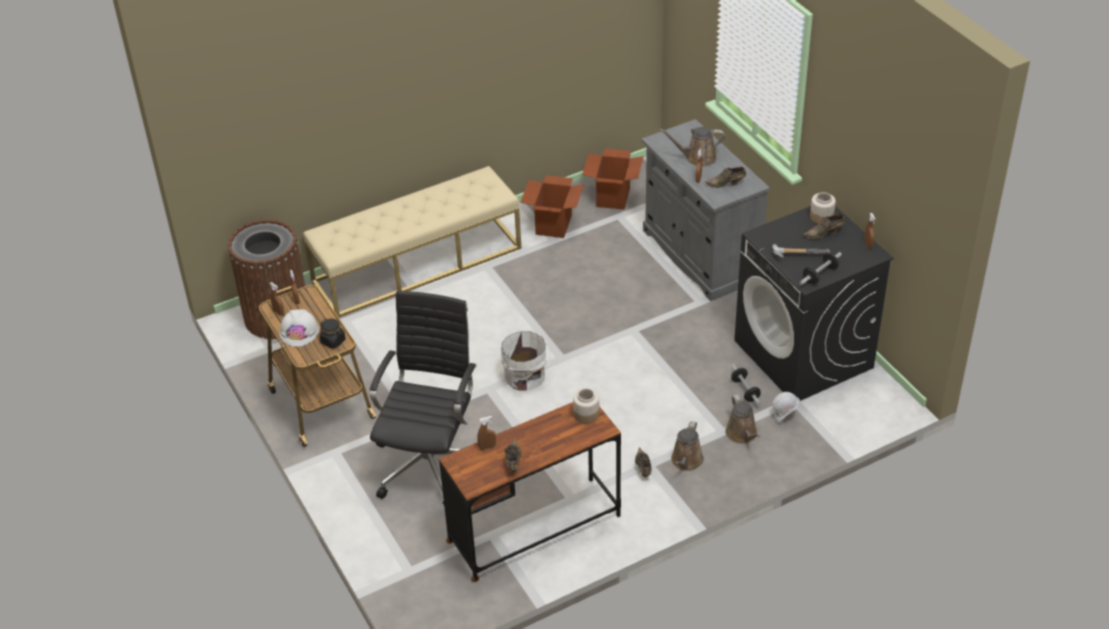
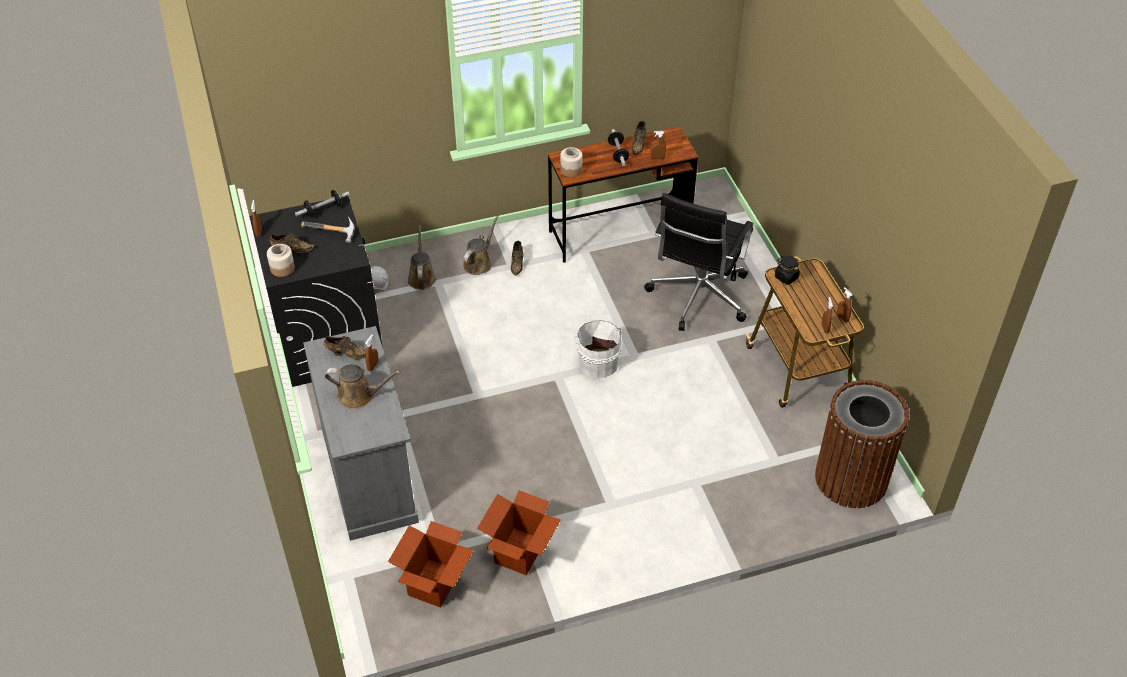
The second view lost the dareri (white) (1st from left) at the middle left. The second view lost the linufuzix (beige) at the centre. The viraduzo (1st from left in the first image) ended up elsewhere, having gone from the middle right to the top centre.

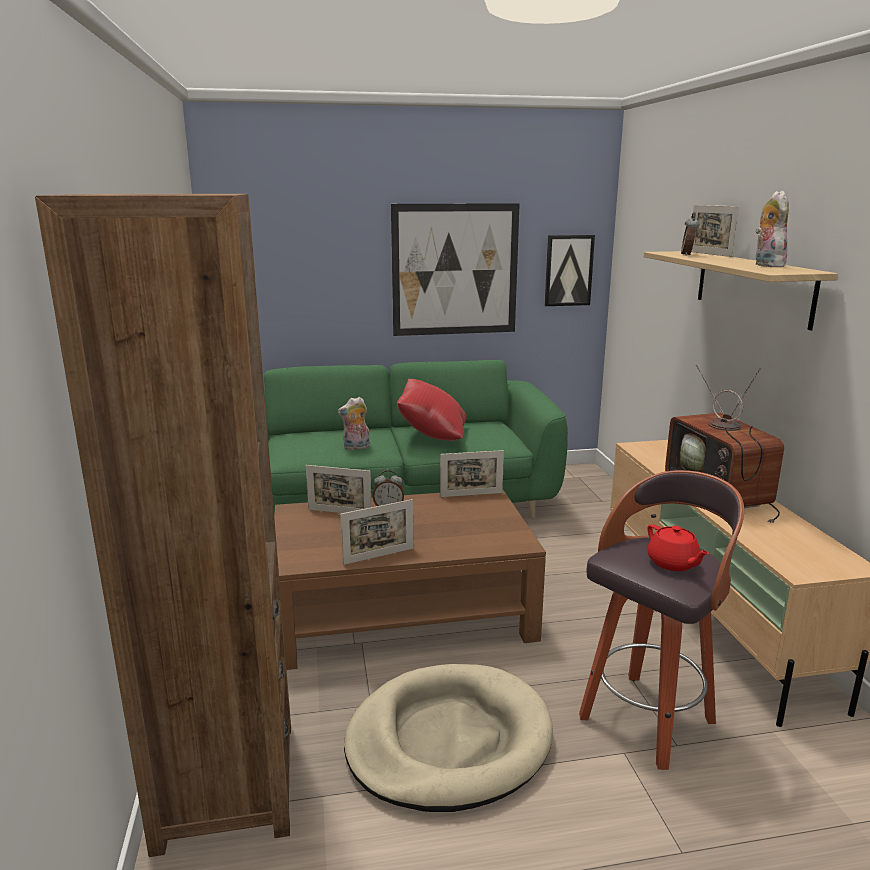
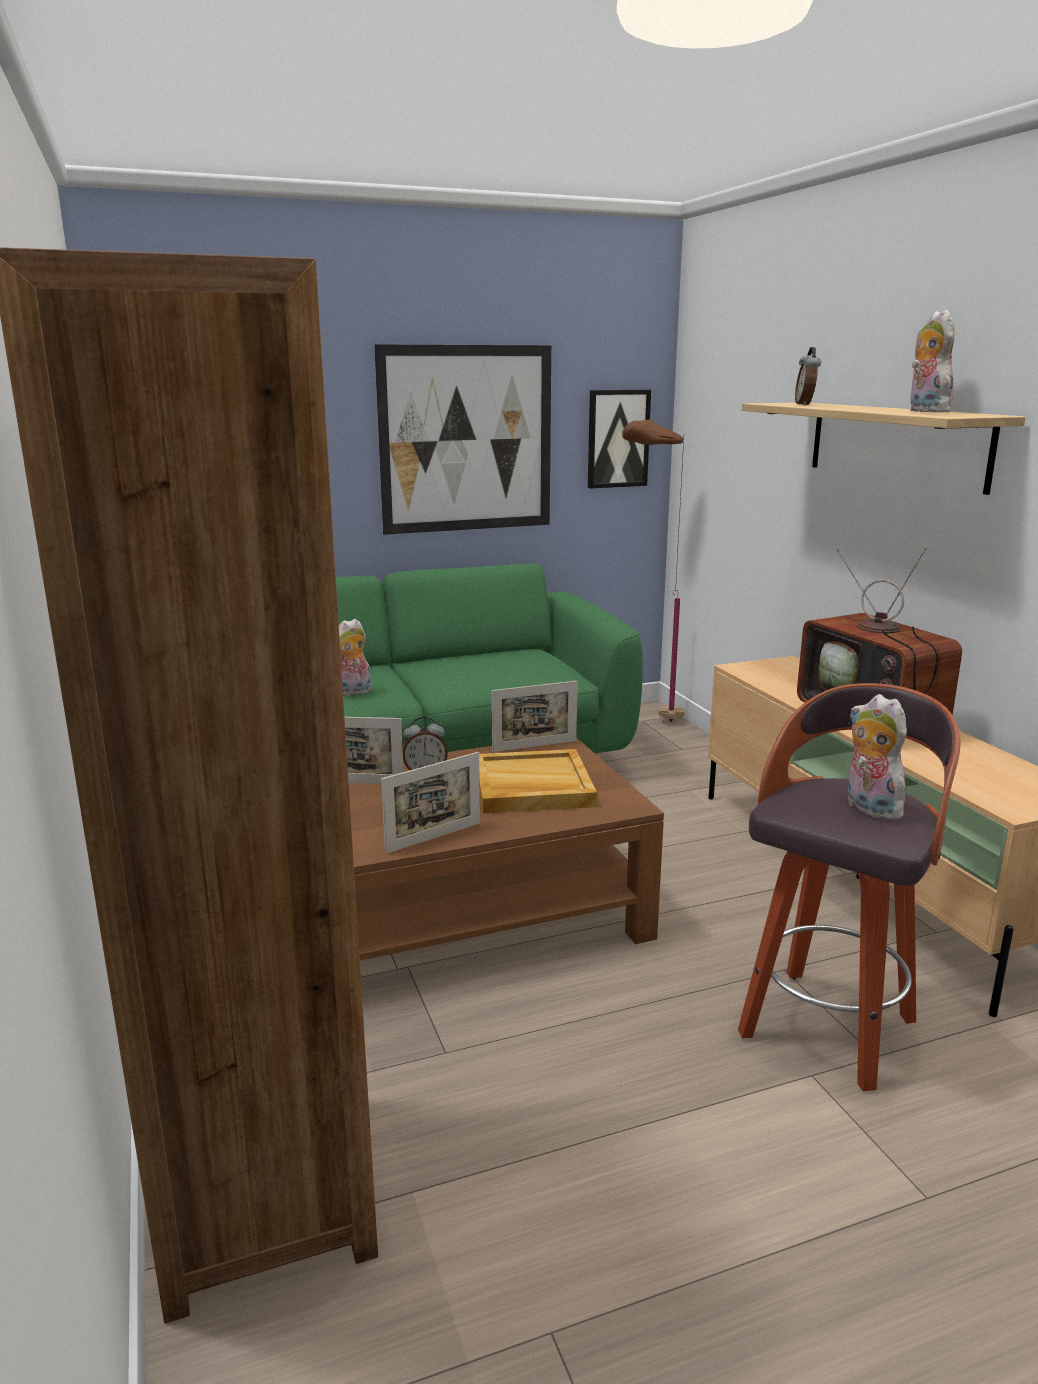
The second view lost the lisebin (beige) at the bottom centre. The second view lost the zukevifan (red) at the centre. Where the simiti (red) stood at the middle right, the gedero (2nd from left) came to stand at the middle right. The second view lost the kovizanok (4th from left) at the top right. The second view gained the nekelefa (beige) at the centre. The second view gained the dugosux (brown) at the centre.

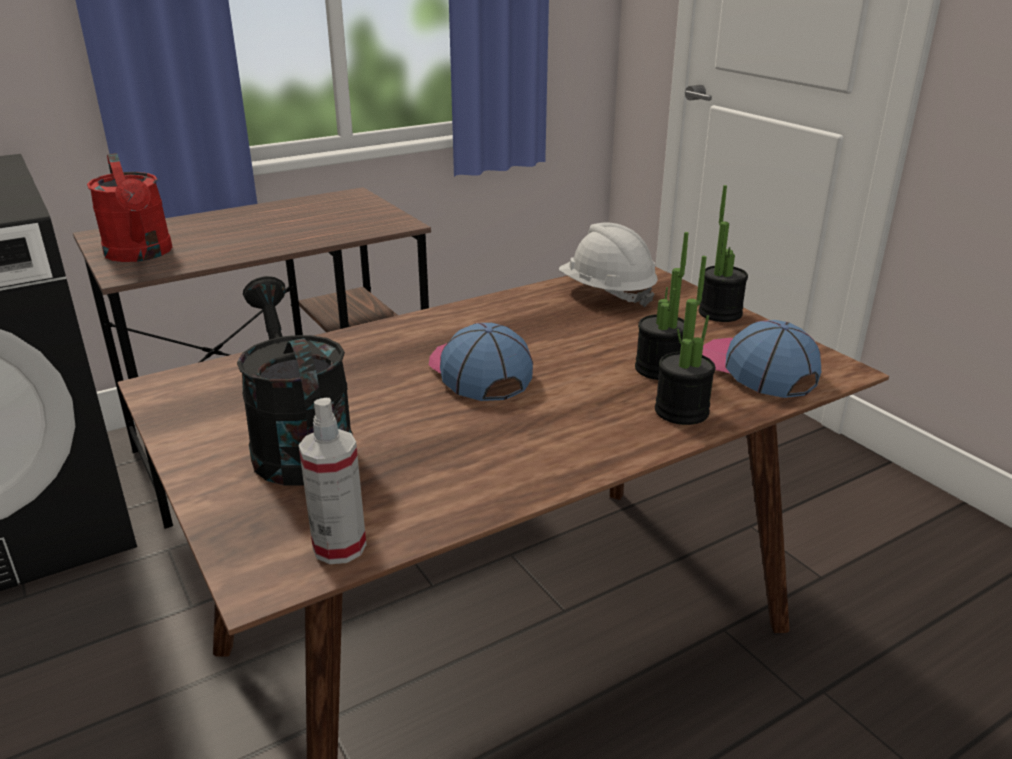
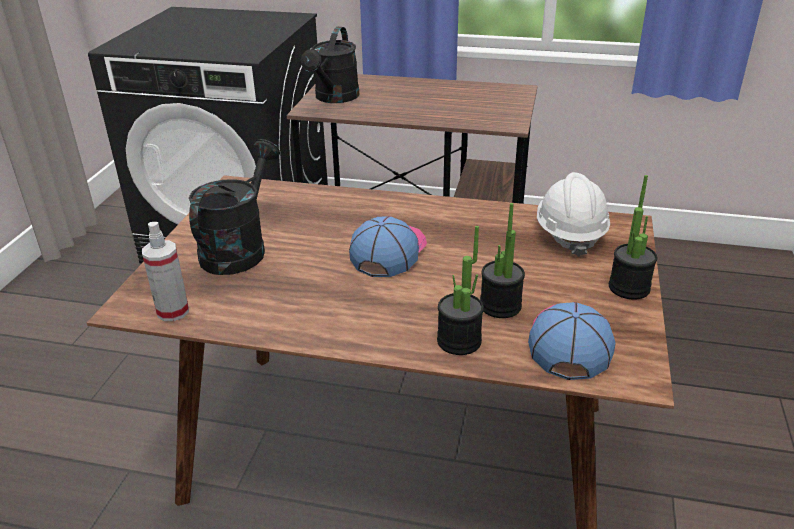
What was the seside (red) at the top left turned into the seside (black) (2nd from left) at the top centre.

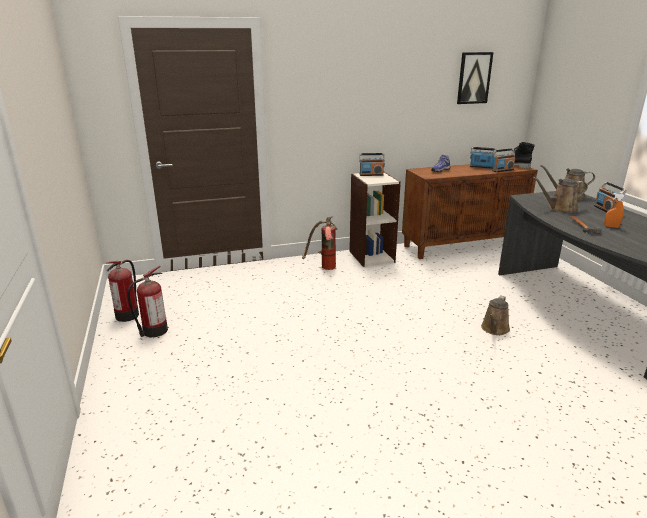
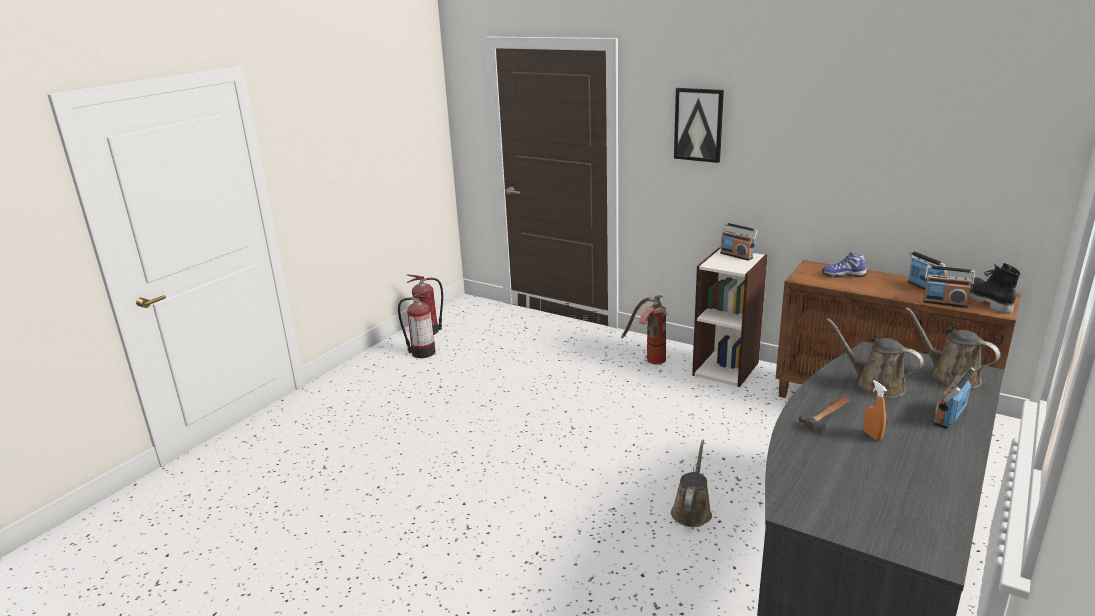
The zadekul ended up elsewhere, having gone from the top right to the top centre. The seside (brown) (1st from left) at the middle right ended up facing another way, 120 degrees clockwise from before.

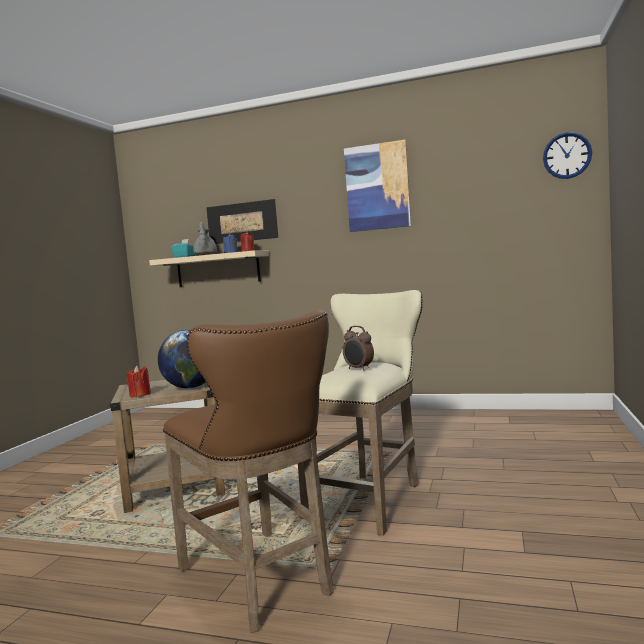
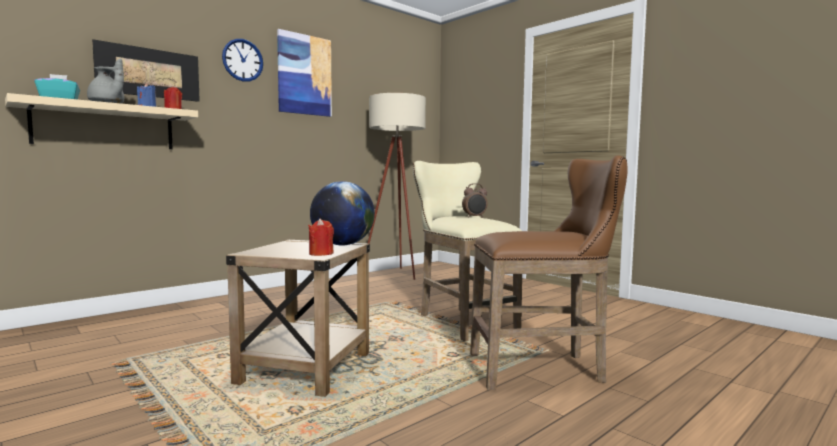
The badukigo ended up elsewhere, having gone from the top right to the top left. The second view gained the dugosux (beige) at the centre.

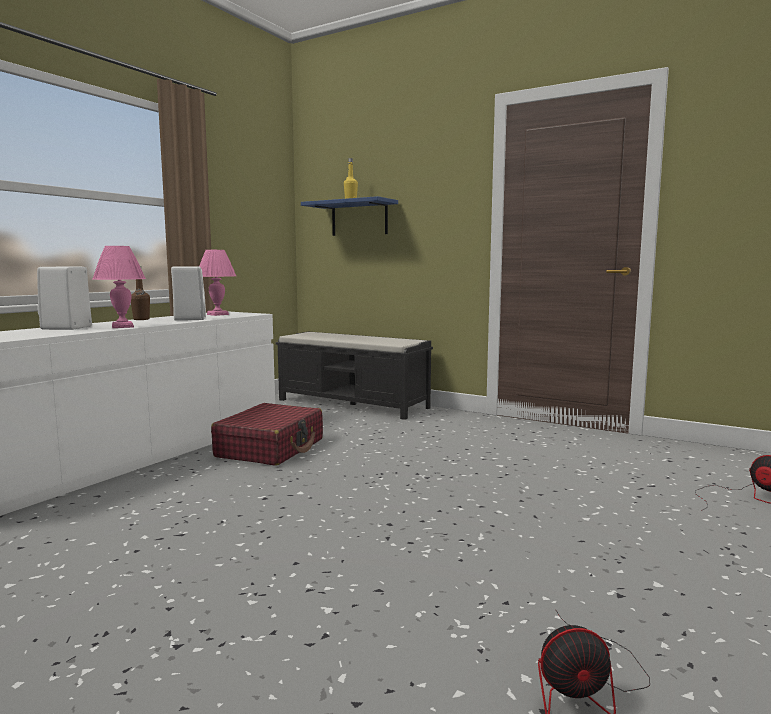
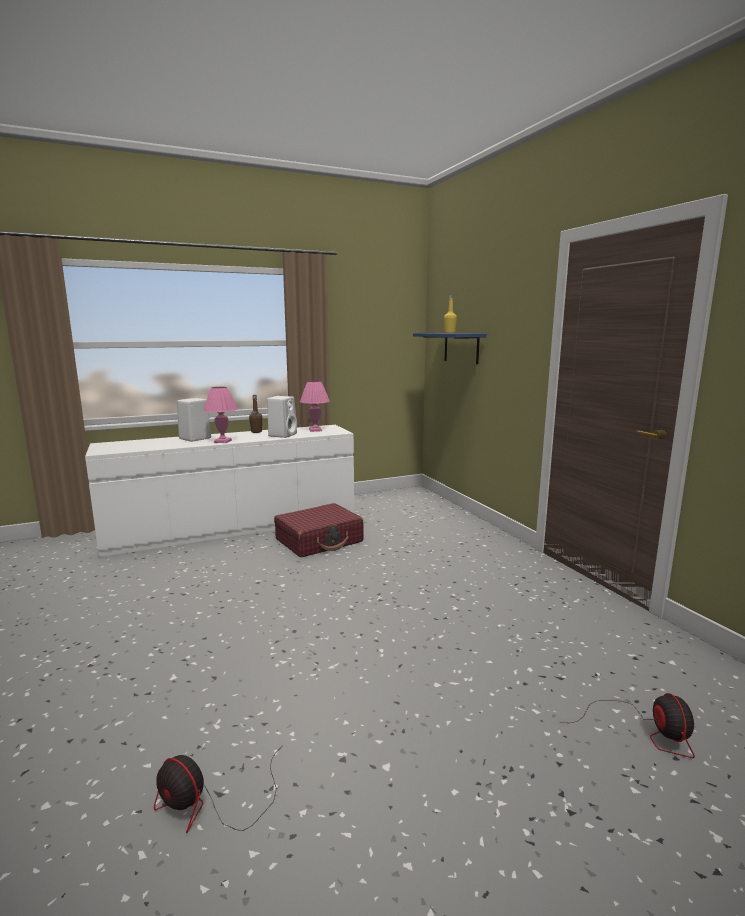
The second view lost the linufuzix (black) at the centre.

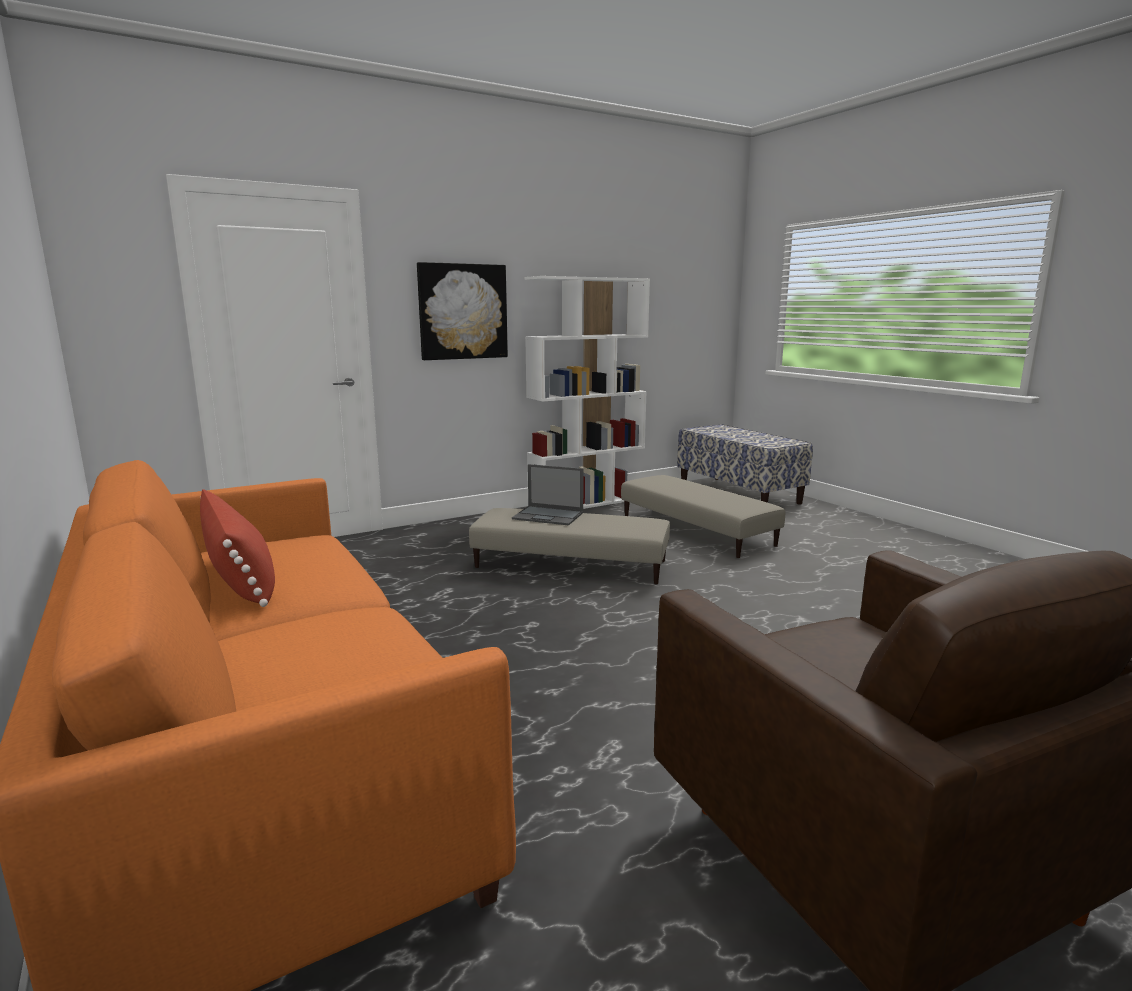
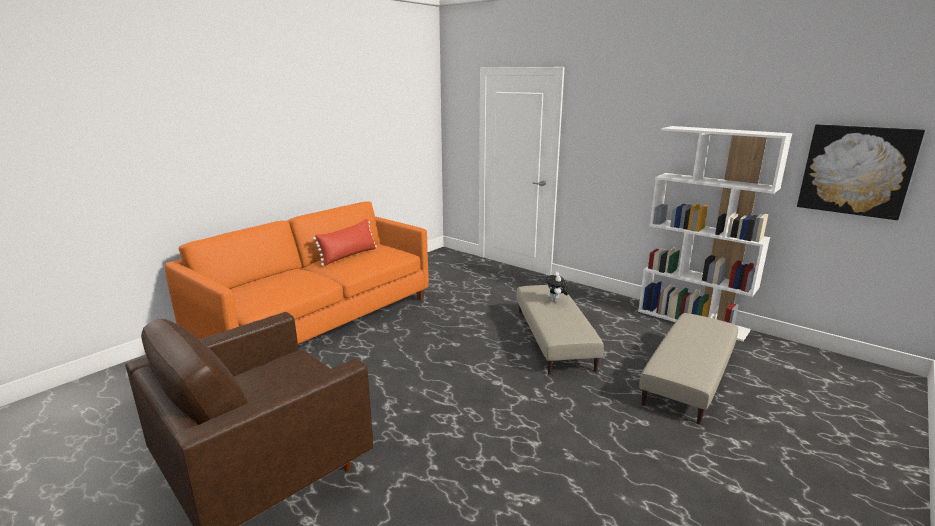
The zadekul ended up elsewhere, having gone from the top centre to the top right. Where the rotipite stood at the centre, the gedero came to stand at the centre. The second view lost the linufuzix at the centre.

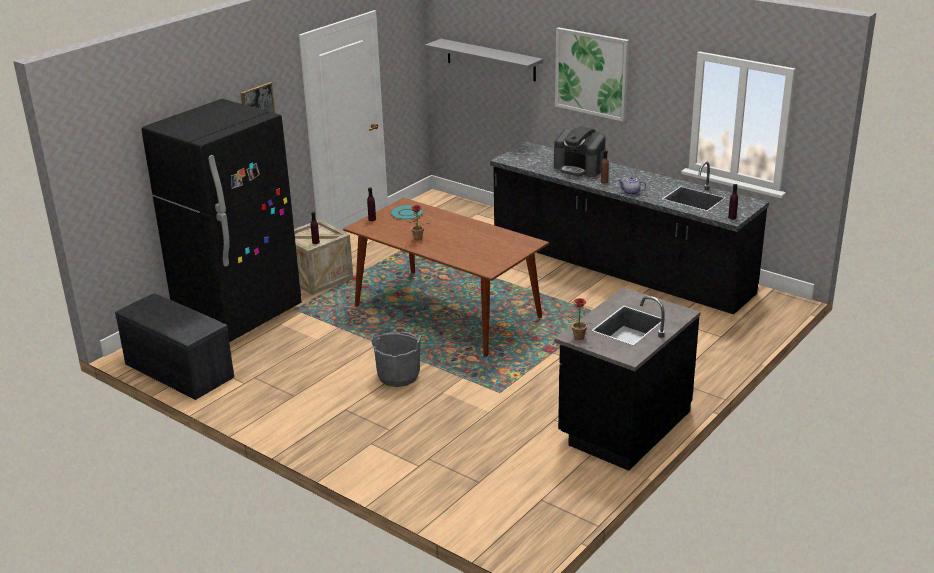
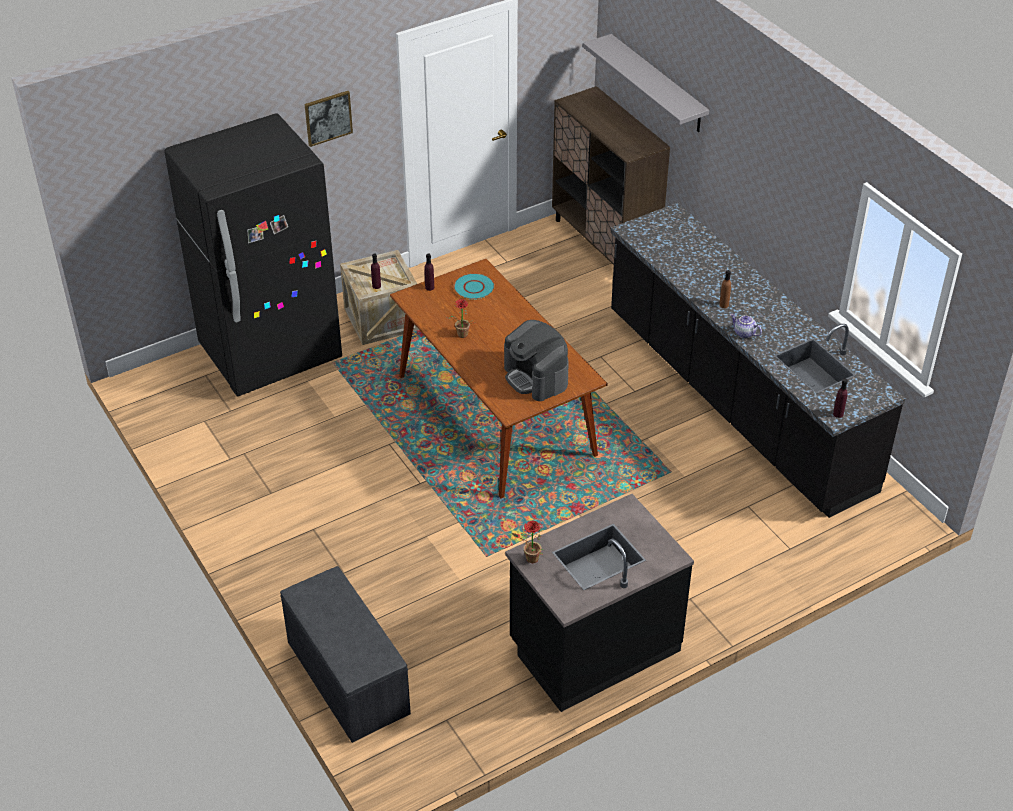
The linufuzix (grey) ended up elsewhere, having gone from the middle left to the bottom centre. The second view lost the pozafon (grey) at the centre. The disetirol ended up elsewhere, having gone from the top centre to the centre. The second view lost the zadekul (2nd from left) at the top centre. The second view gained the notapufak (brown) at the top centre.

